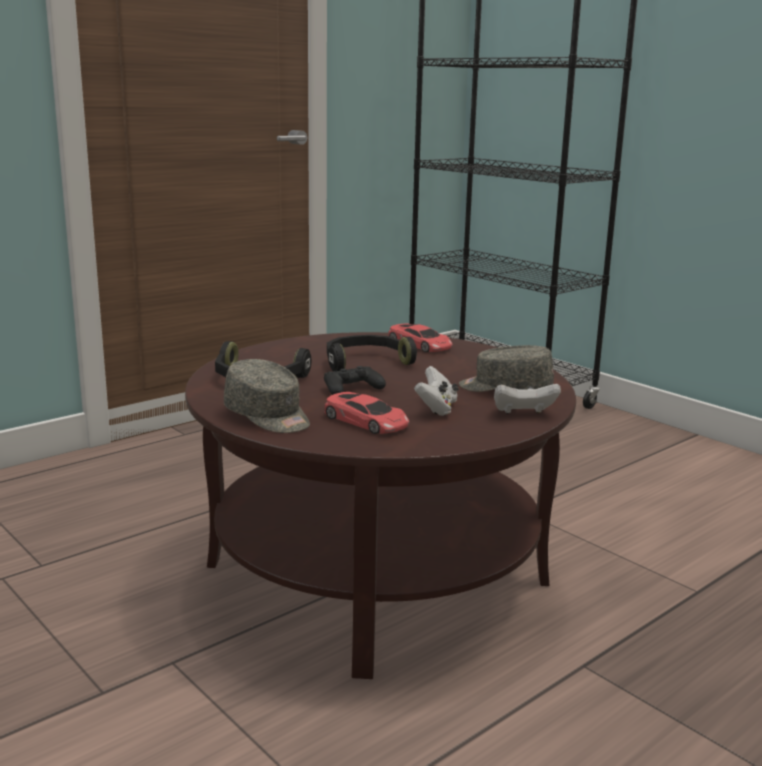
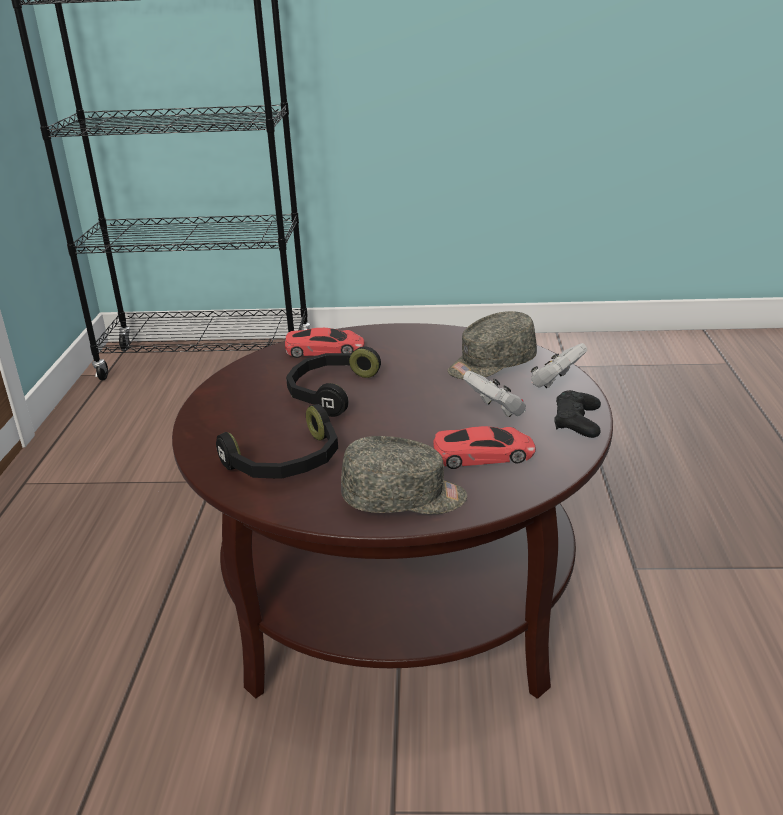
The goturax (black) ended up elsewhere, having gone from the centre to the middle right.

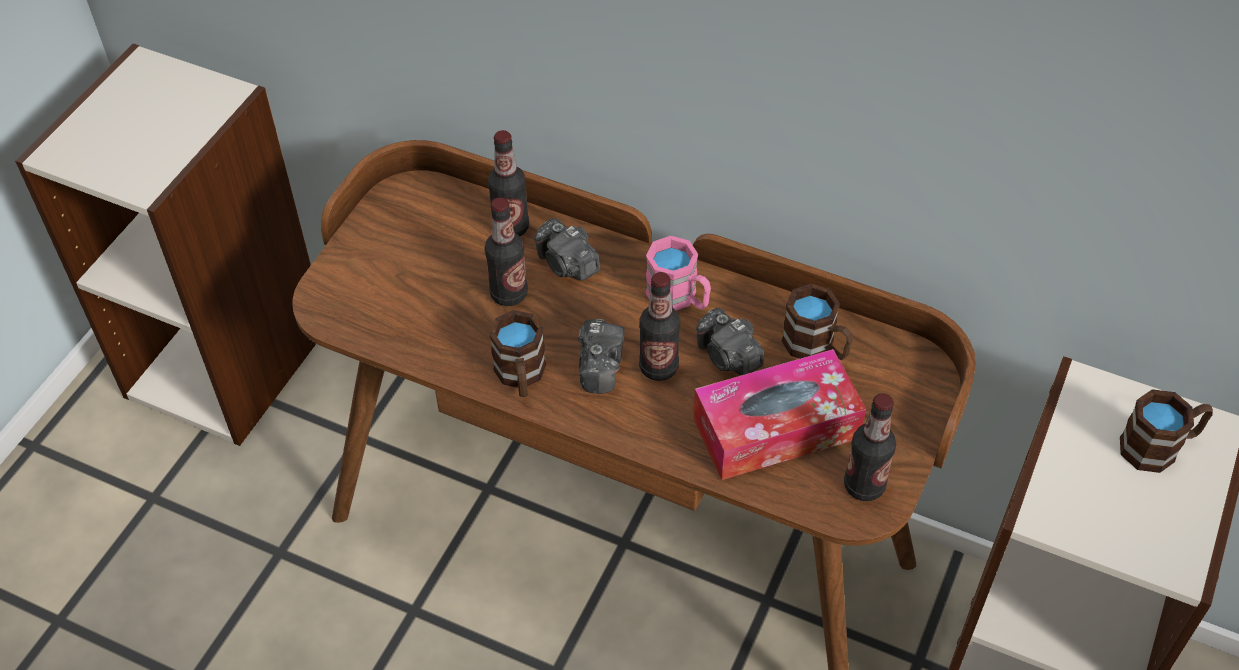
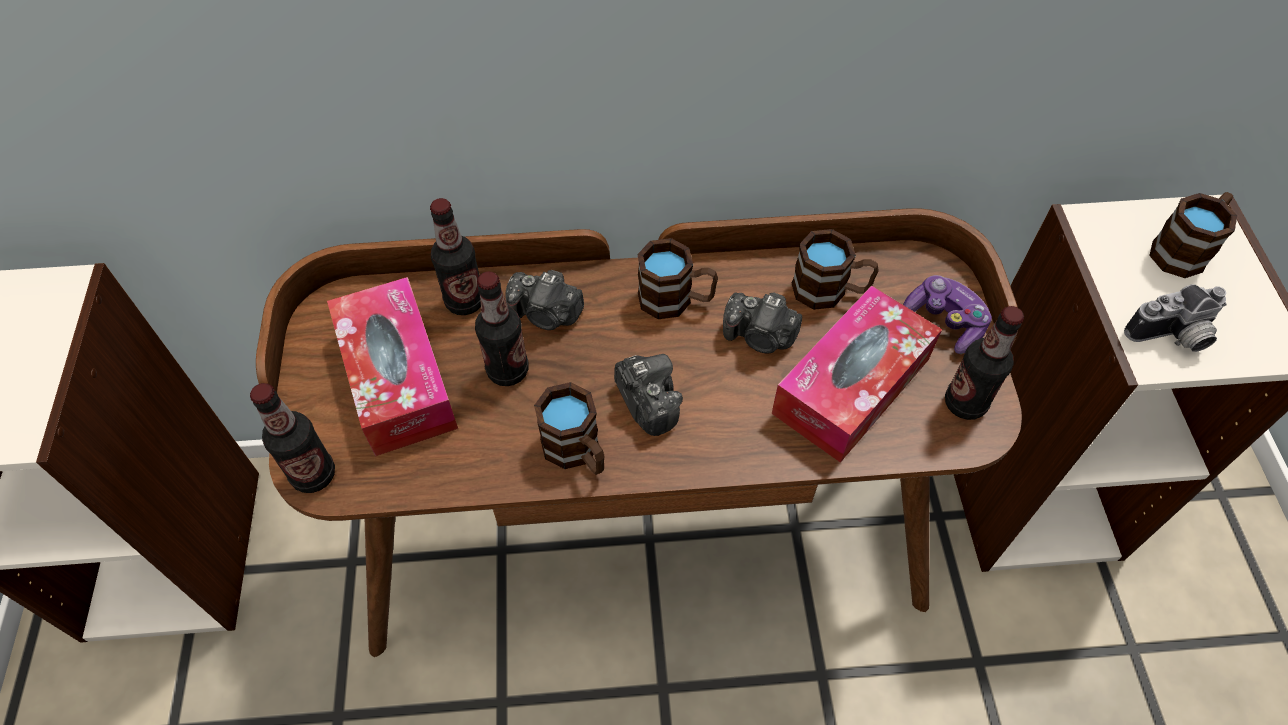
The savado (3rd from left in the first image) ended up elsewhere, having gone from the centre to the middle left. What was the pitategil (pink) at the centre turned into the pitategil (brown) (2nd from left) at the centre. The second view gained the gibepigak (1st from left) at the middle left. The second view gained the goturax at the middle right. The second view gained the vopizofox (4th from left) at the middle right.

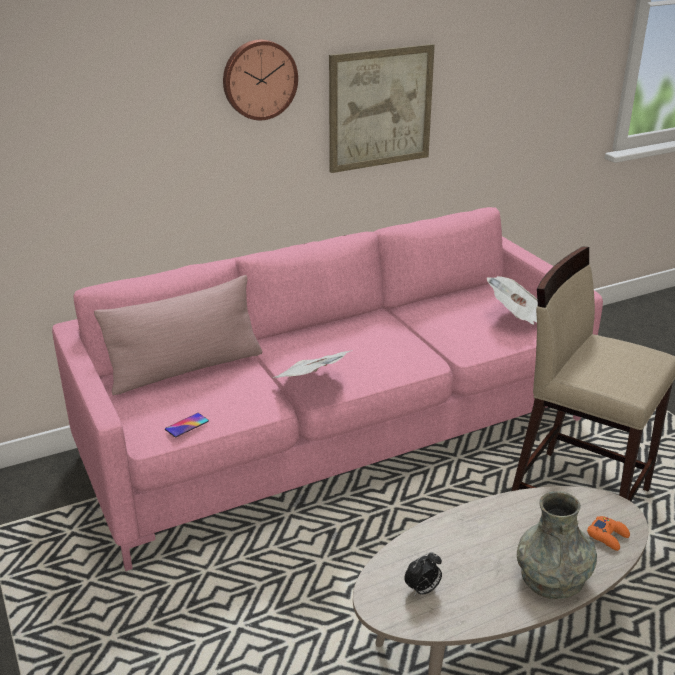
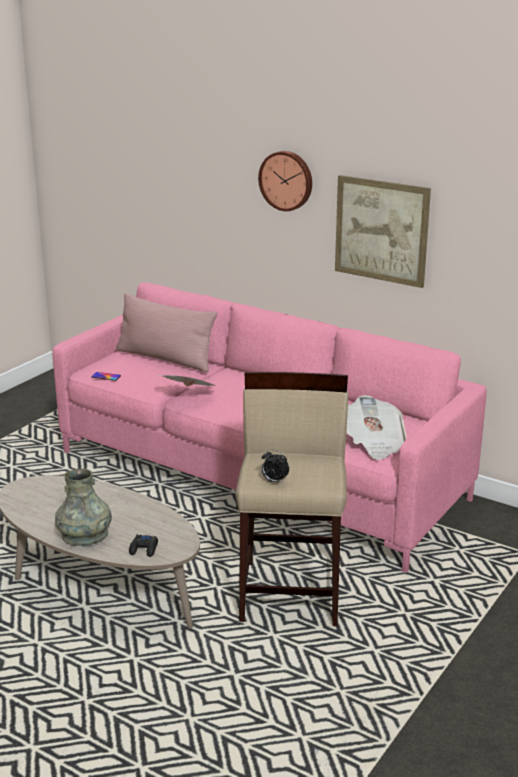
The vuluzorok ended up elsewhere, having gone from the bottom centre to the centre. What was the goturax (orange) at the bottom right turned into the goturax (black) at the bottom left.

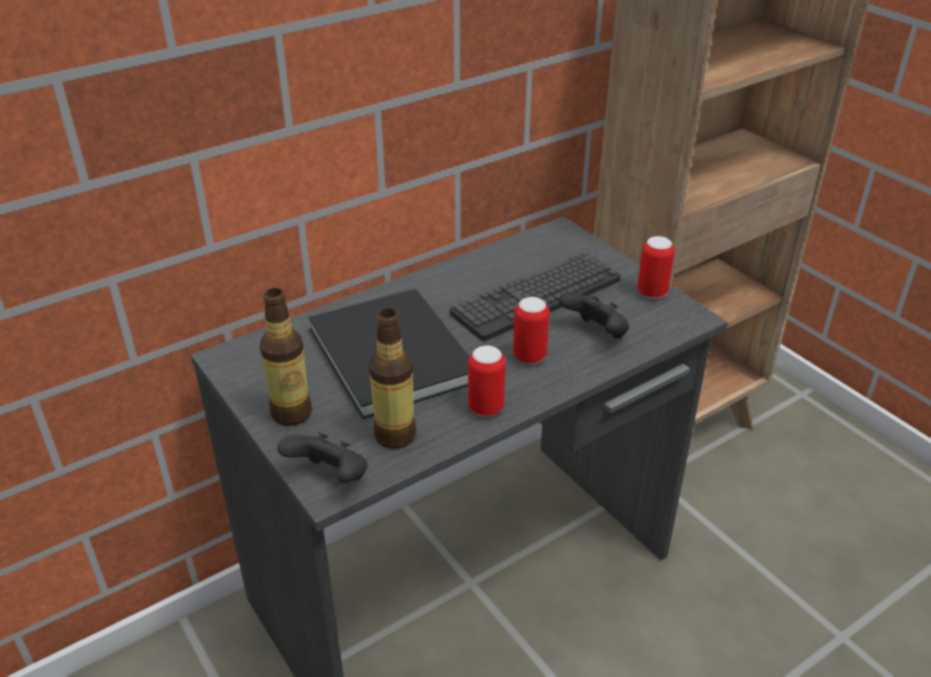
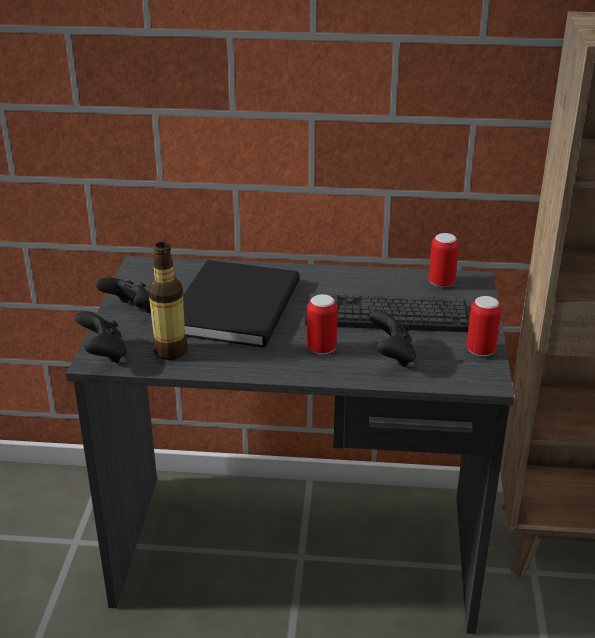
Where the savado (1st from left) stood at the middle left, the goturax (black) (2nd from left) came to stand at the middle left. The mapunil (1st from left in the first image) ended up elsewhere, having gone from the centre to the middle right.

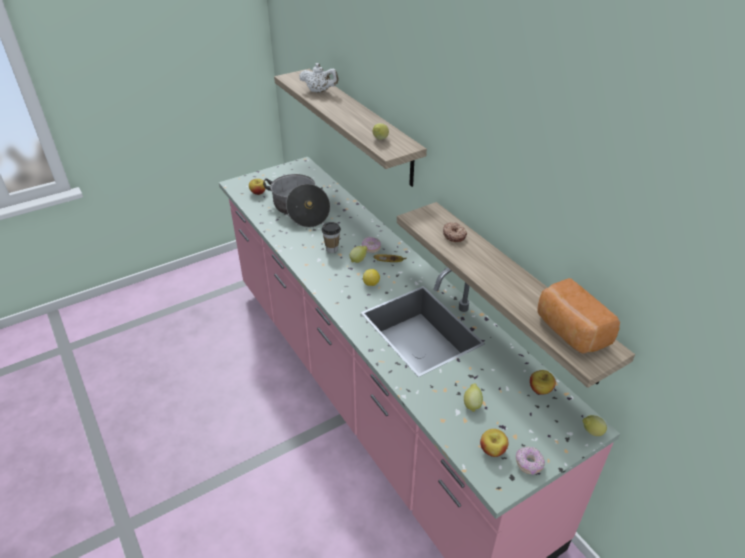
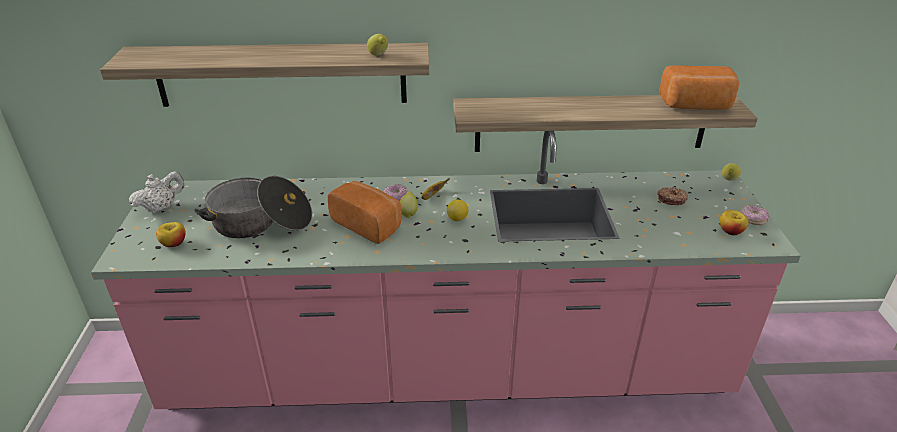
The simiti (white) ended up elsewhere, having gone from the top centre to the middle left. Where the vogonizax stood at the centre, the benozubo (1st from left) came to stand at the centre. The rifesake (2nd from left) ended up elsewhere, having gone from the centre to the middle right. The second view lost the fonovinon (4th from left) at the bottom centre. The second view lost the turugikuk (3rd from left) at the bottom right.

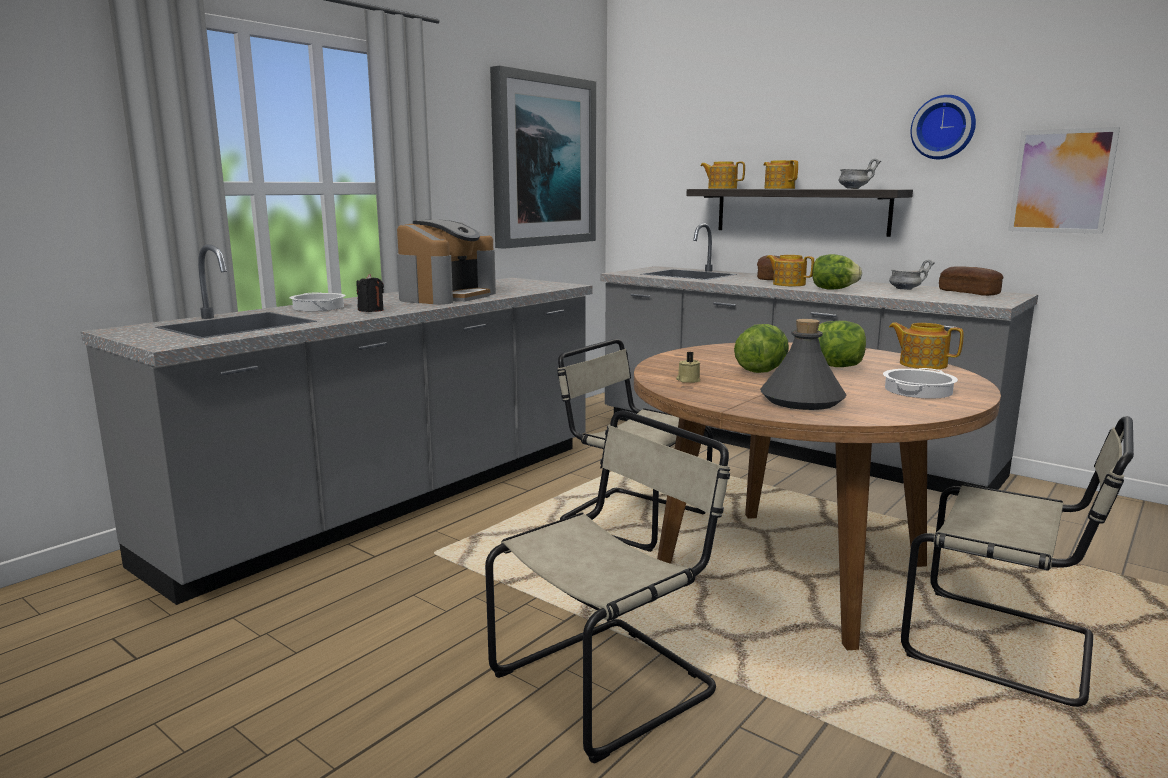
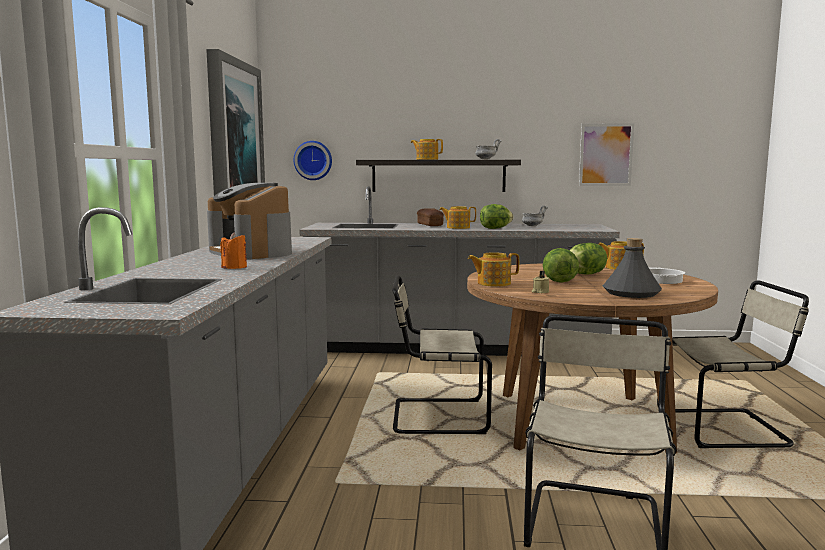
The second view lost the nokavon (1st from left) at the middle left. What was the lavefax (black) at the middle left turned into the lavefax (orange) at the middle left. The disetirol at the centre ended up facing another way, 150 degrees clockwise from before. The simiti (1st from left in the first image) ended up elsewhere, having gone from the top centre to the centre. The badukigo ended up elsewhere, having gone from the top right to the top centre. The second view lost the benozubo (2nd from left) at the middle right.

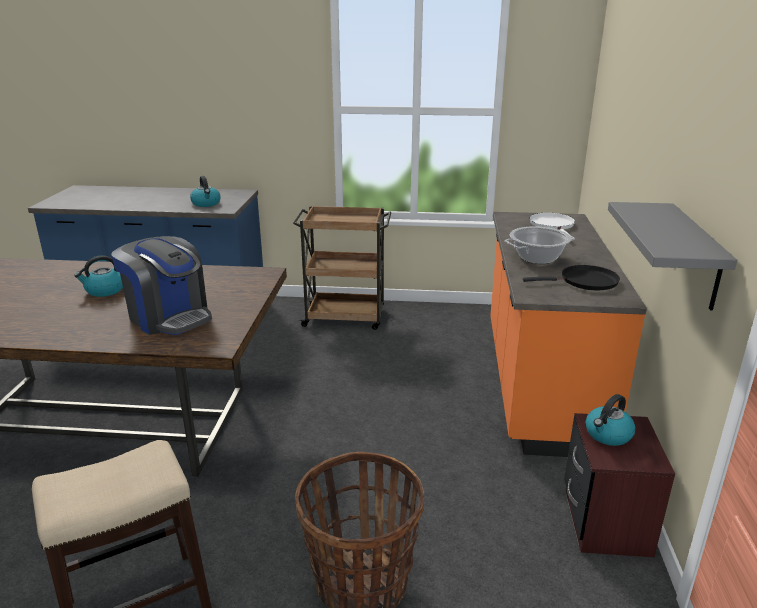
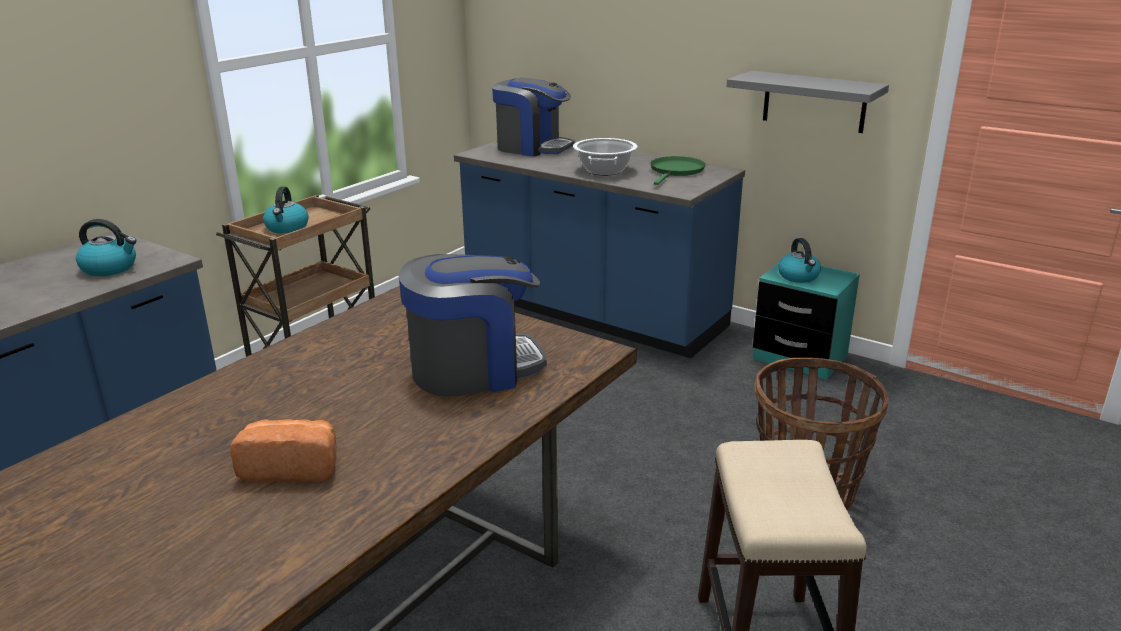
The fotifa (1st from left in the first image) ended up elsewhere, having gone from the middle left to the top left. What was the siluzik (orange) at the middle right turned into the siluzik (blue) (2nd from left) at the centre. What was the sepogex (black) at the middle right turned into the sepogex (green) at the top centre. Where the sepogex (white) stood at the middle right, the disetirol (2nd from left) came to stand at the top centre. What was the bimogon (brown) at the bottom right turned into the bimogon (turquoise) at the middle right. The second view gained the benozubo at the bottom left.

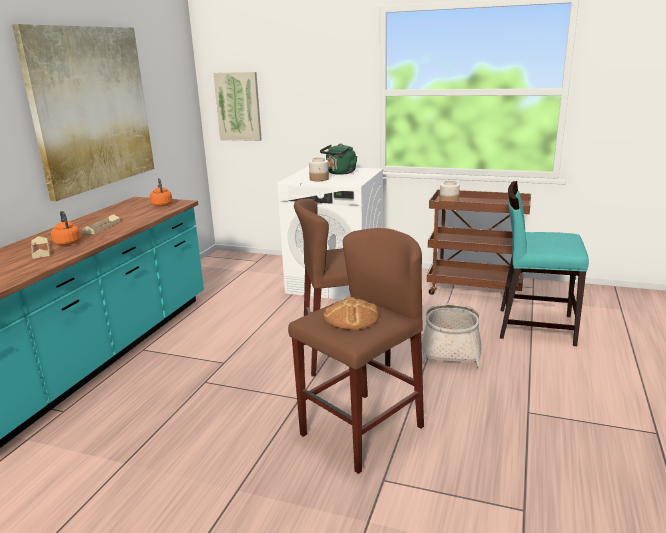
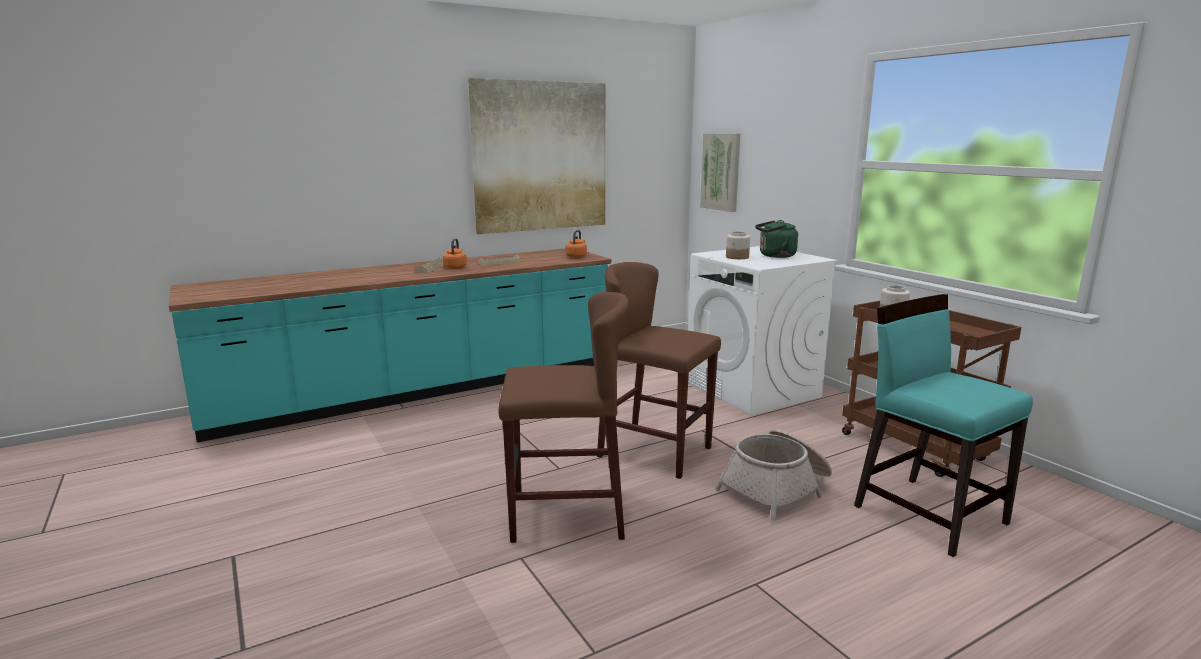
The second view lost the benozubo at the centre.

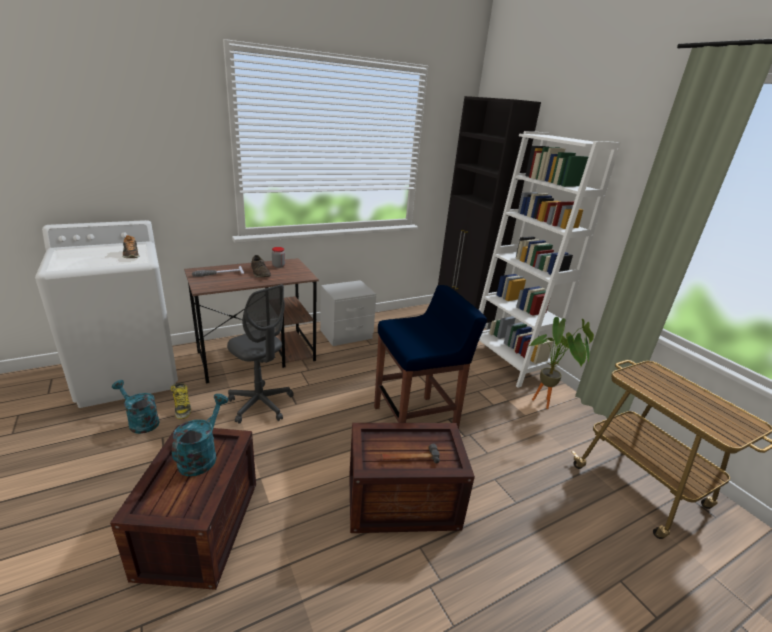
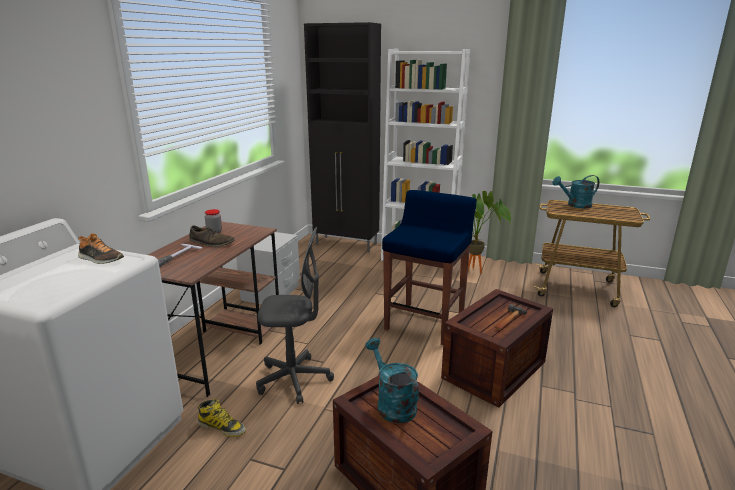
The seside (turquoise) (1st from left in the first image) ended up elsewhere, having gone from the middle left to the middle right.

